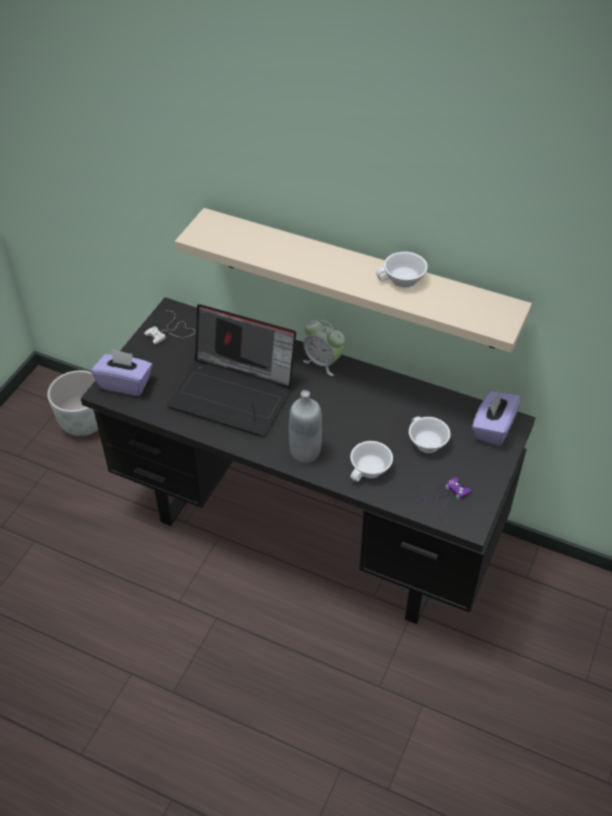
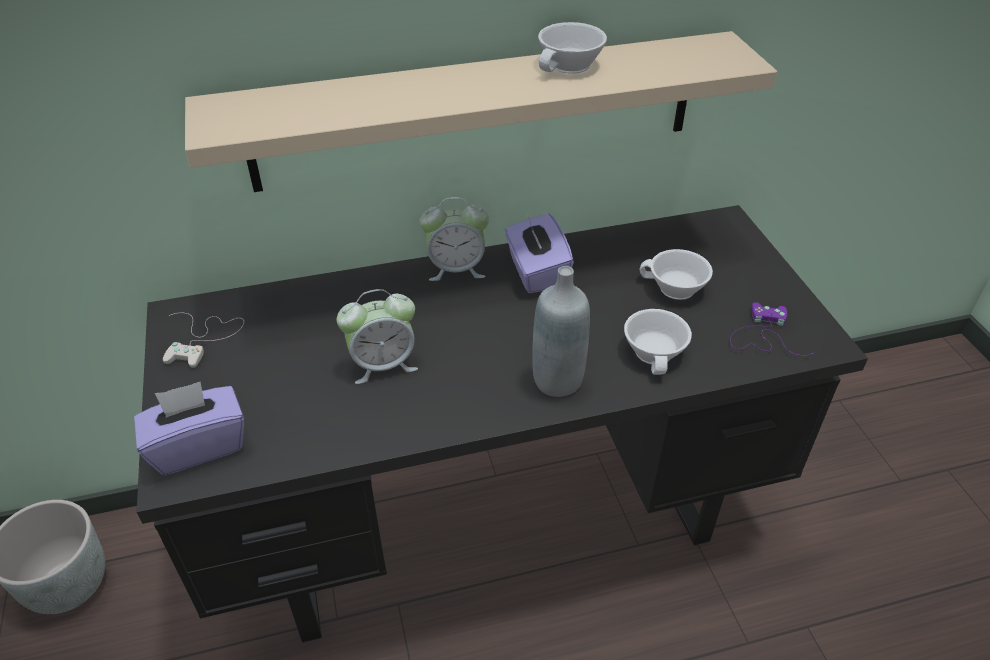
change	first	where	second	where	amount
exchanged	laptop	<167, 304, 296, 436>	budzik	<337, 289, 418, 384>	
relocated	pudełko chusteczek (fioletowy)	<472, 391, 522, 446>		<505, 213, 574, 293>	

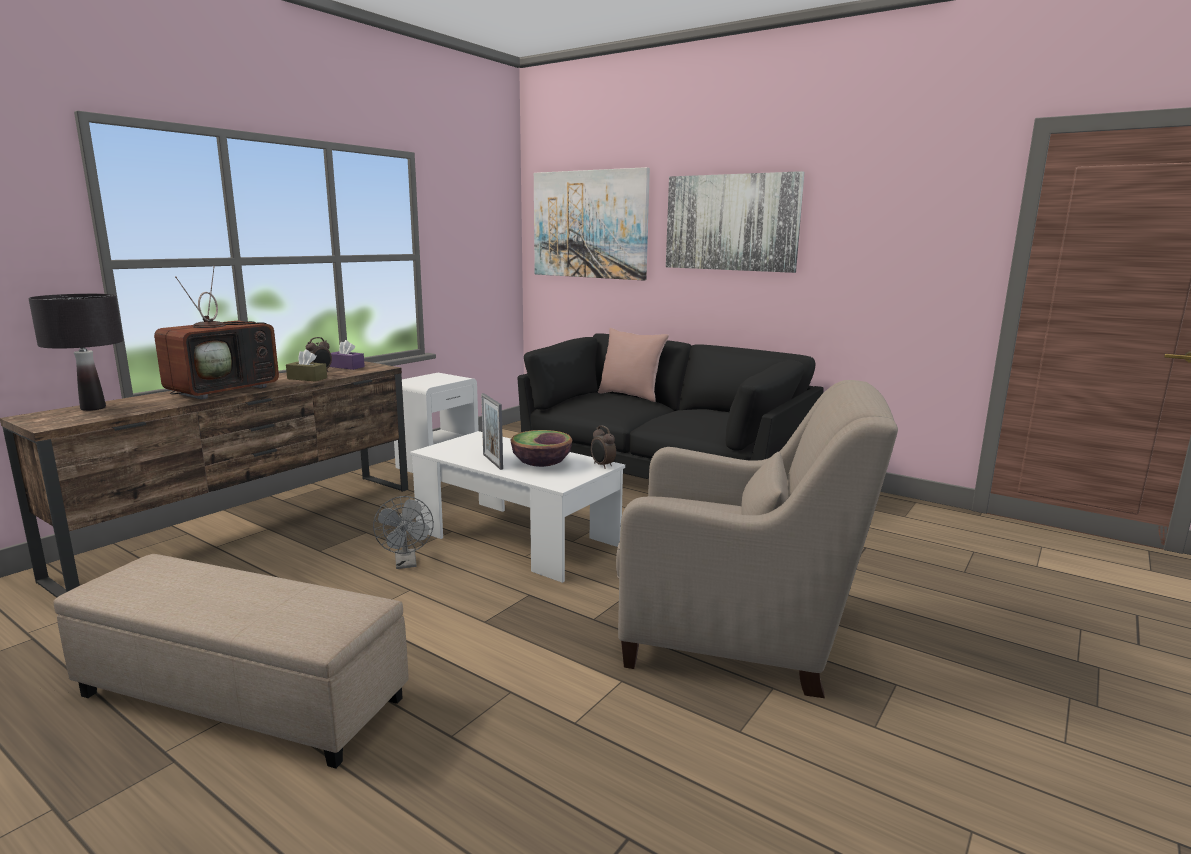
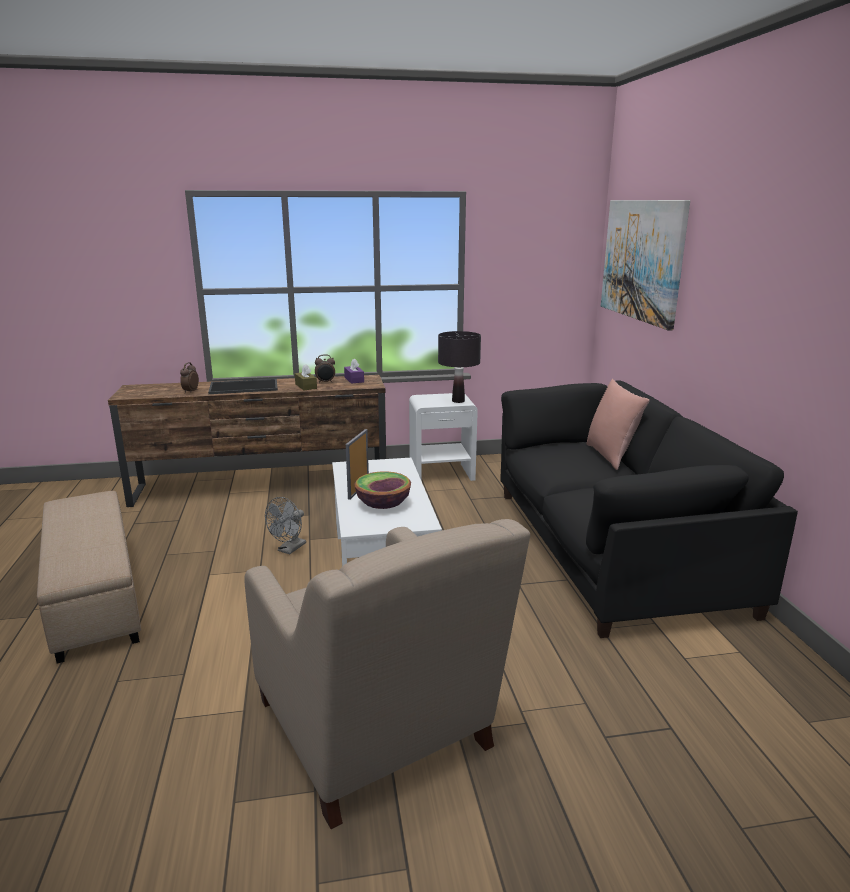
change	first	where	second	where	amount
relocated	lampa stołowa (czarny)	<28, 294, 123, 411>		<438, 331, 481, 403>	
exchanged	telewizor	<154, 266, 279, 400>	taca	<208, 379, 278, 394>	
relocated	budzik	<591, 425, 616, 468>		<180, 362, 199, 394>	
missing	obraz	<666, 171, 805, 273>			

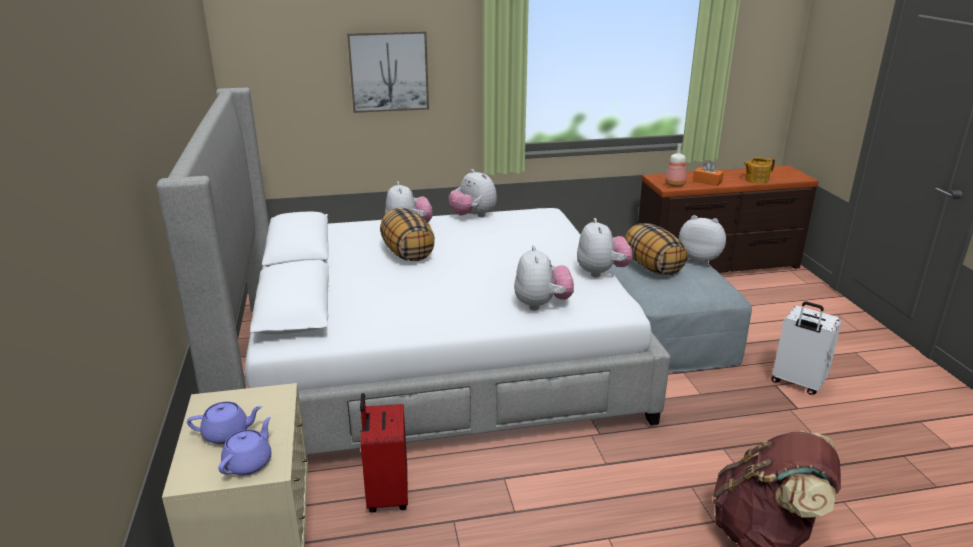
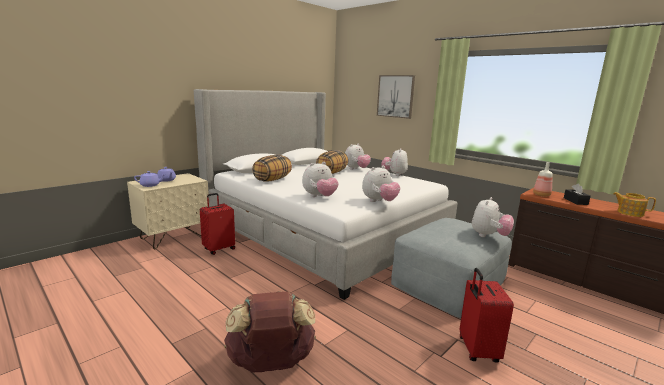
change	first	where	second	where	amount
relocated	poduszka	<625, 223, 688, 275>		<252, 155, 292, 182>	
spun	pluszak	<679, 215, 726, 264>		<472, 197, 514, 237>	45 degrees clockwise
colour	pudełko chusteczek (pomarańczowy)	<693, 161, 724, 186>	pudełko chusteczek (czarny)	<564, 183, 591, 205>	
colour	walizka (biały)	<771, 301, 842, 395>	walizka (czerwony)	<459, 268, 514, 363>	

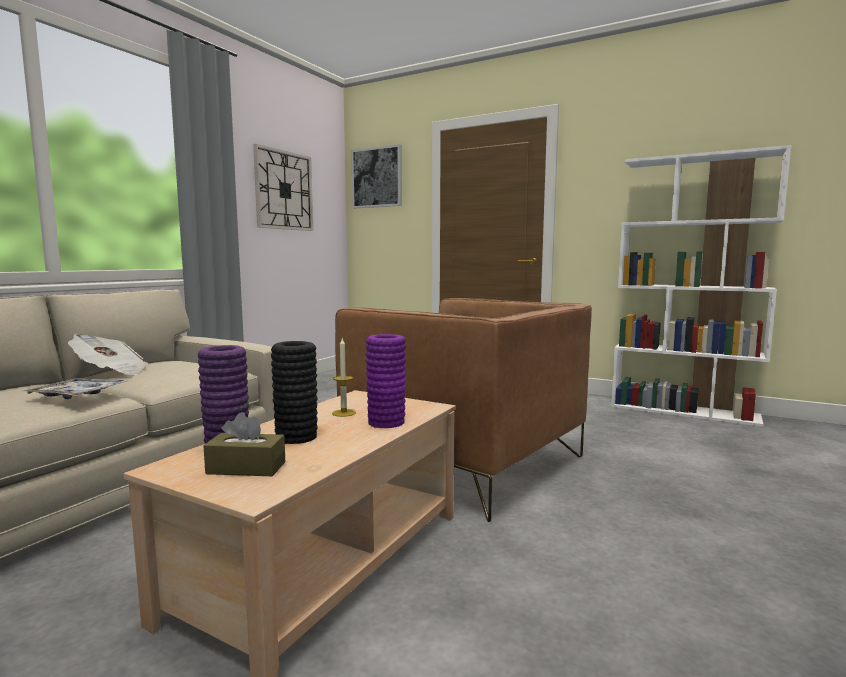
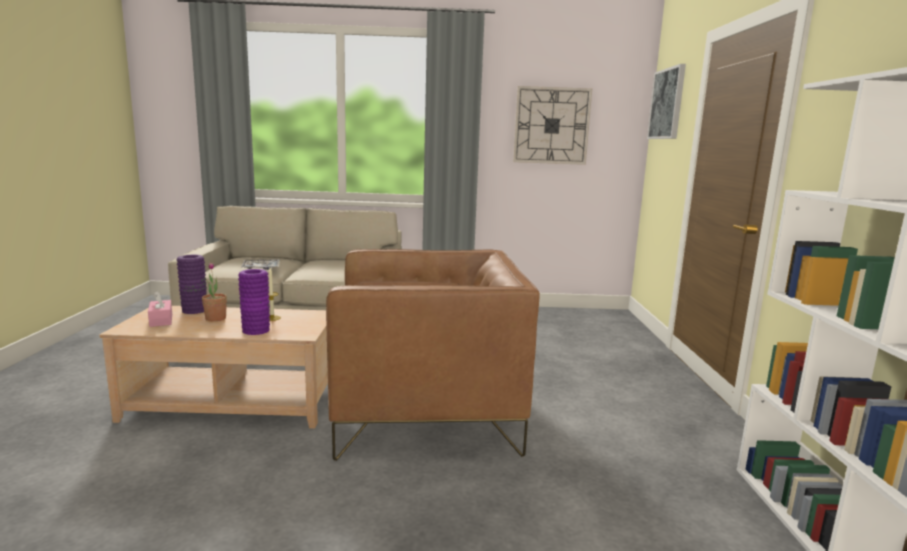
change	first	where	second	where	amount
missing	gazeta	<68, 334, 148, 375>			
colour	pudełko chusteczek (brązowy)	<203, 412, 285, 476>	pudełko chusteczek (różowy)	<148, 291, 172, 327>	
exchanged	wazon (czarny)	<271, 341, 318, 444>	roślina doniczkowa	<202, 262, 227, 321>	
spun	fotel (brązowy)	<335, 298, 592, 522>		<326, 249, 540, 461>	105 degrees counterclockwise

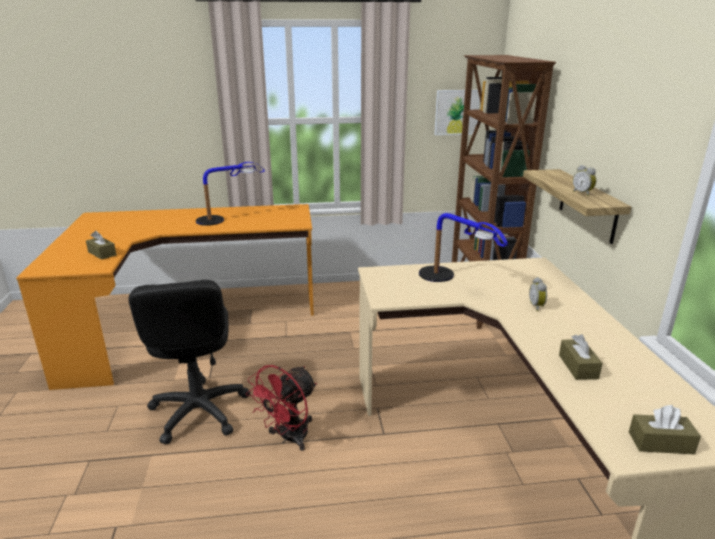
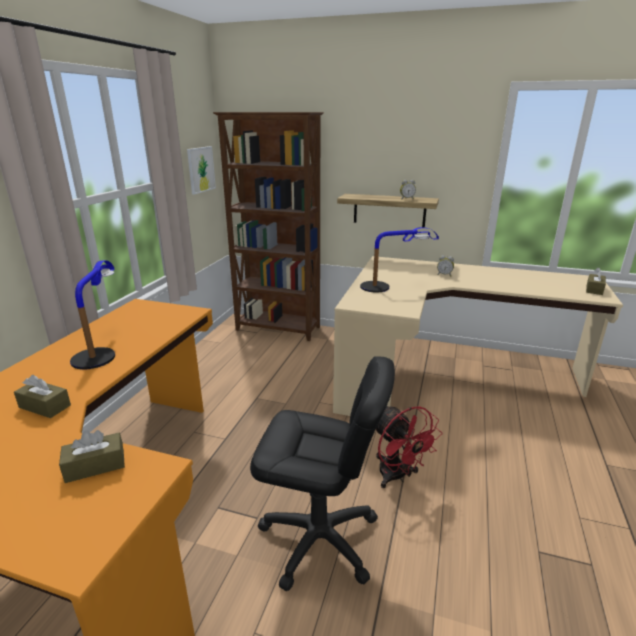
change	first	where	second	where	amount
relocated	pudełko chusteczek (brązowy)	<559, 334, 603, 380>		<14, 375, 71, 418>	

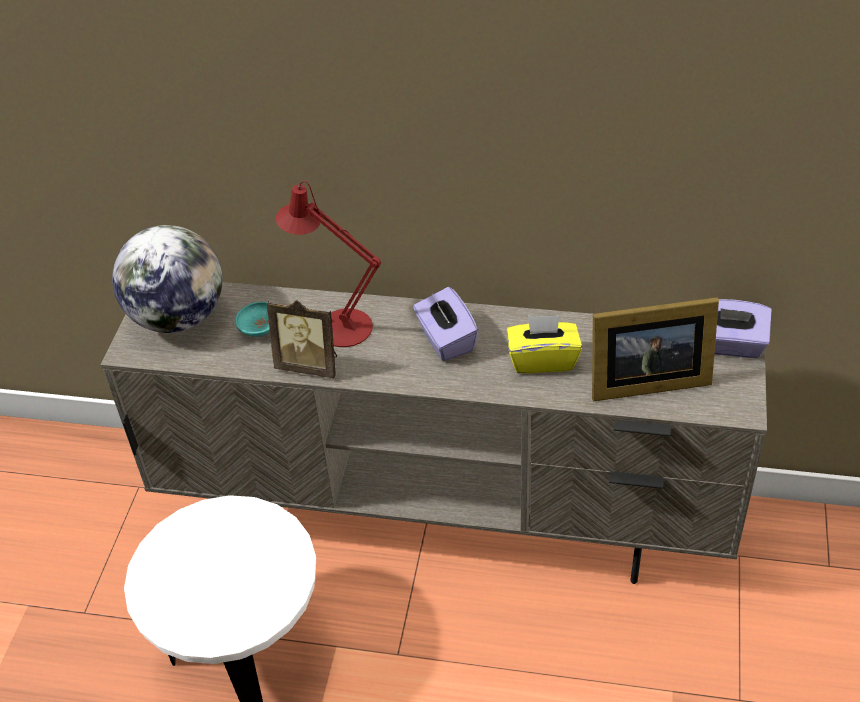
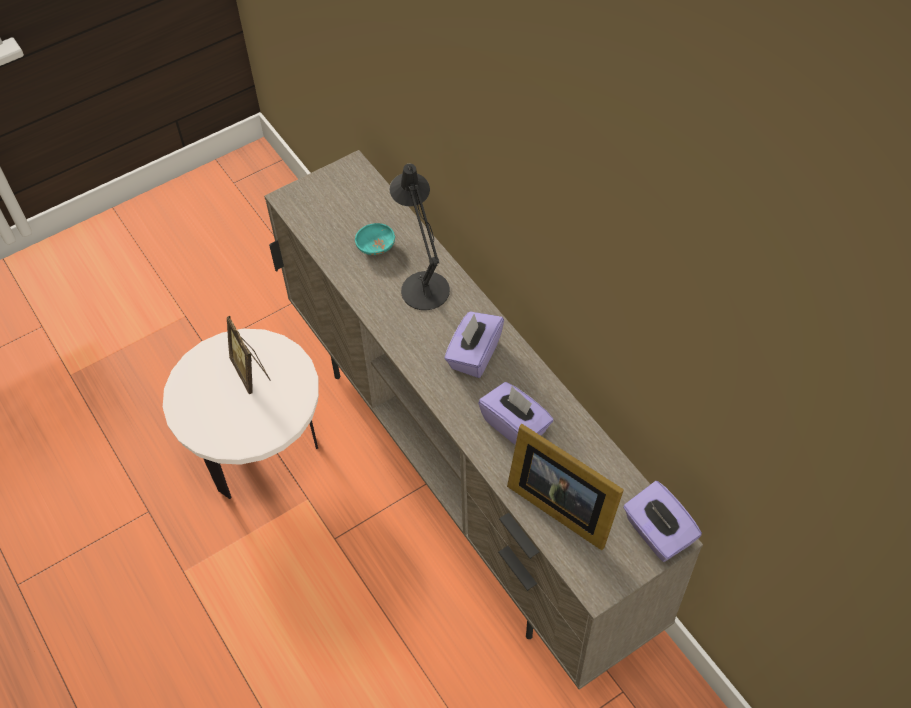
change	first	where	second	where	amount
missing	globus	<112, 225, 223, 333>			
relocated	ramka na zdjęcie	<267, 300, 337, 378>		<227, 316, 271, 394>	
colour	lampa stołowa (czerwony)	<276, 181, 381, 347>	lampa stołowa (czarny)	<389, 164, 450, 310>	
colour	pudełko chusteczek (żółty)	<507, 315, 582, 374>	pudełko chusteczek (fioletowy)	<478, 382, 554, 445>	

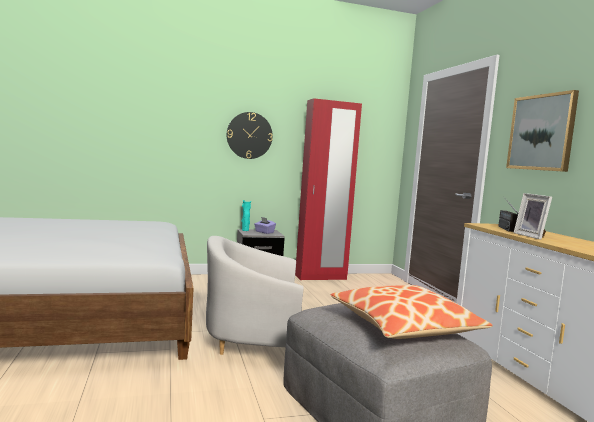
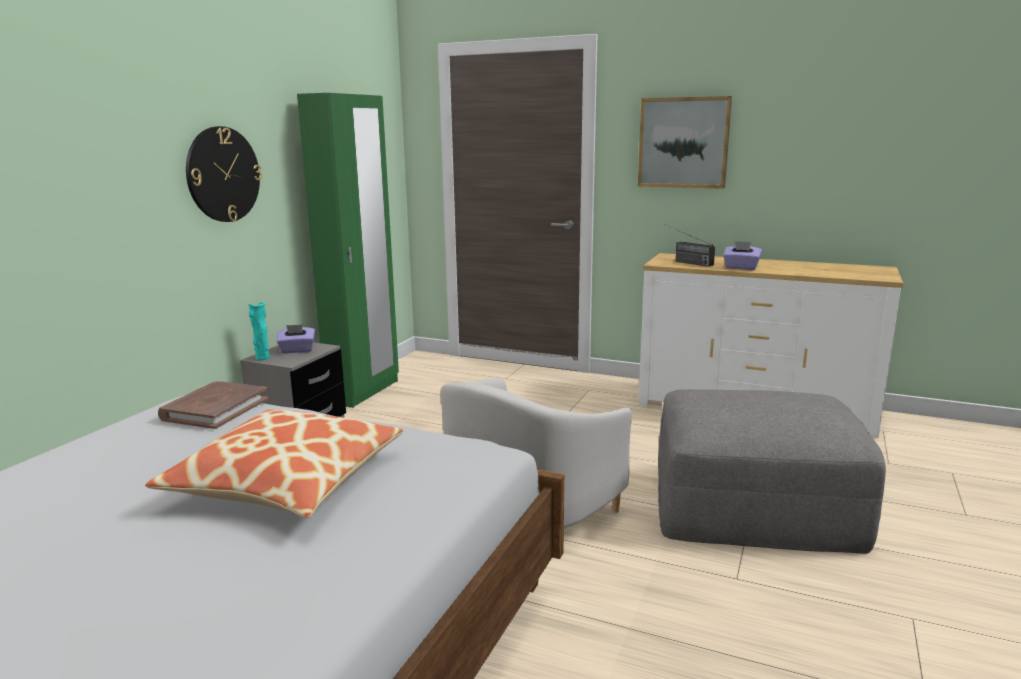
change	first	where	second	where	amount
colour	szafa (czerwony)	<295, 98, 362, 280>	szafa (zielony)	<297, 93, 399, 408>	
relocated	poduszka	<330, 285, 493, 339>		<145, 409, 403, 518>	
exchanged	ramka na zdjęcie	<514, 193, 552, 240>	pudełko chusteczek (fioletowy)	<723, 241, 762, 270>	
appeared			książka (brązowy)	<158, 381, 268, 429>	

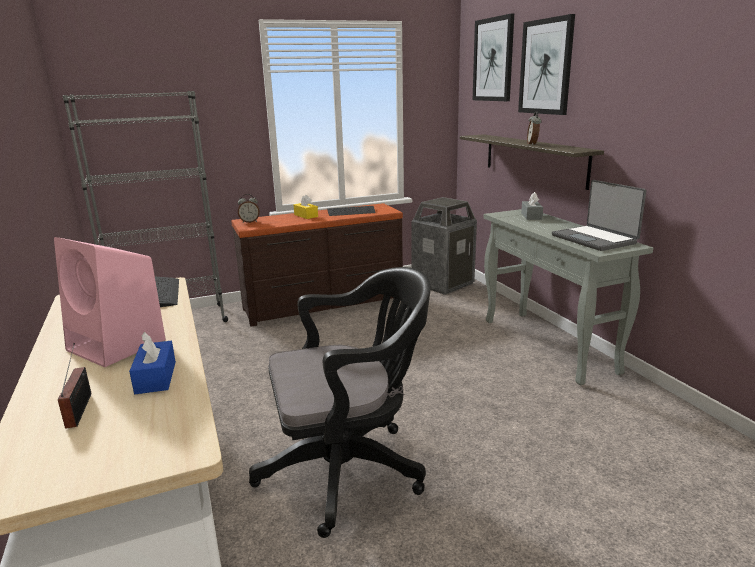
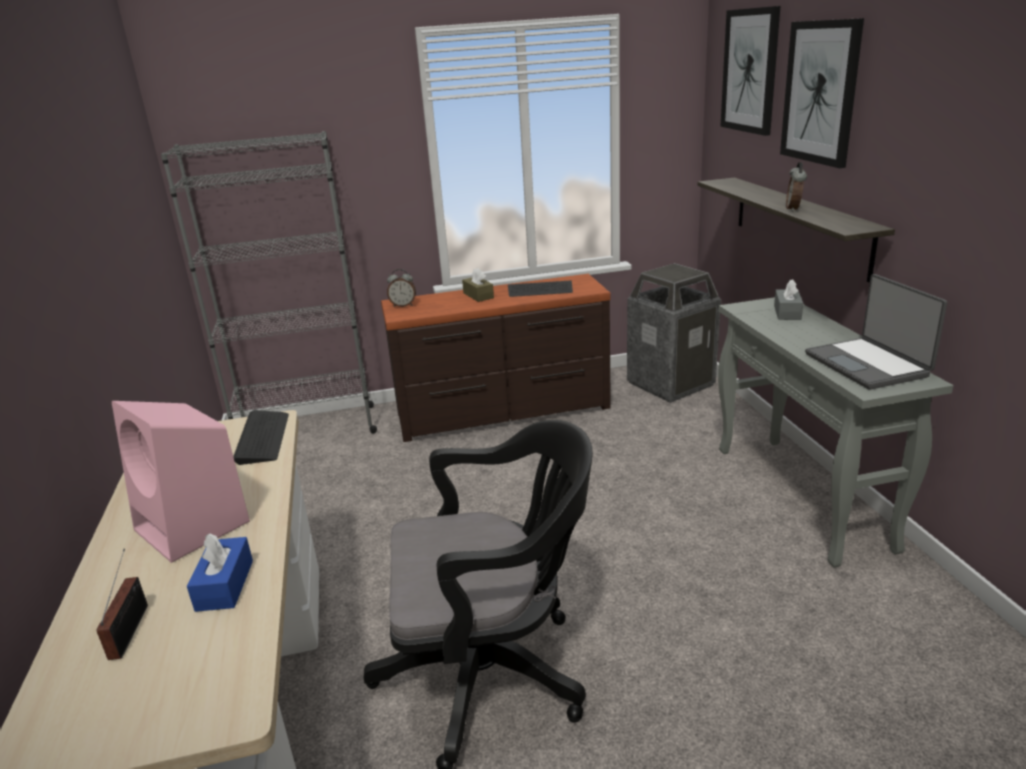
change	first	where	second	where	amount
colour	pudełko chusteczek (żółty)	<294, 195, 318, 219>	pudełko chusteczek (brązowy)	<462, 268, 494, 302>	

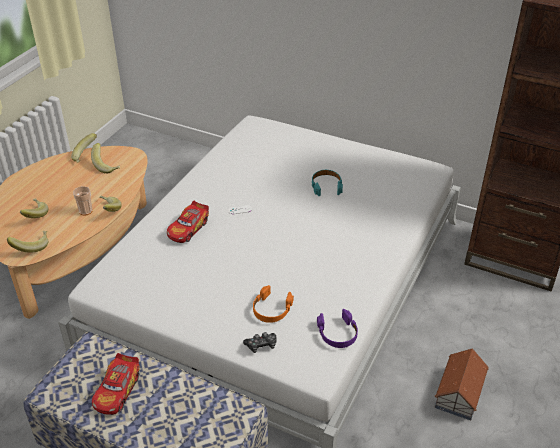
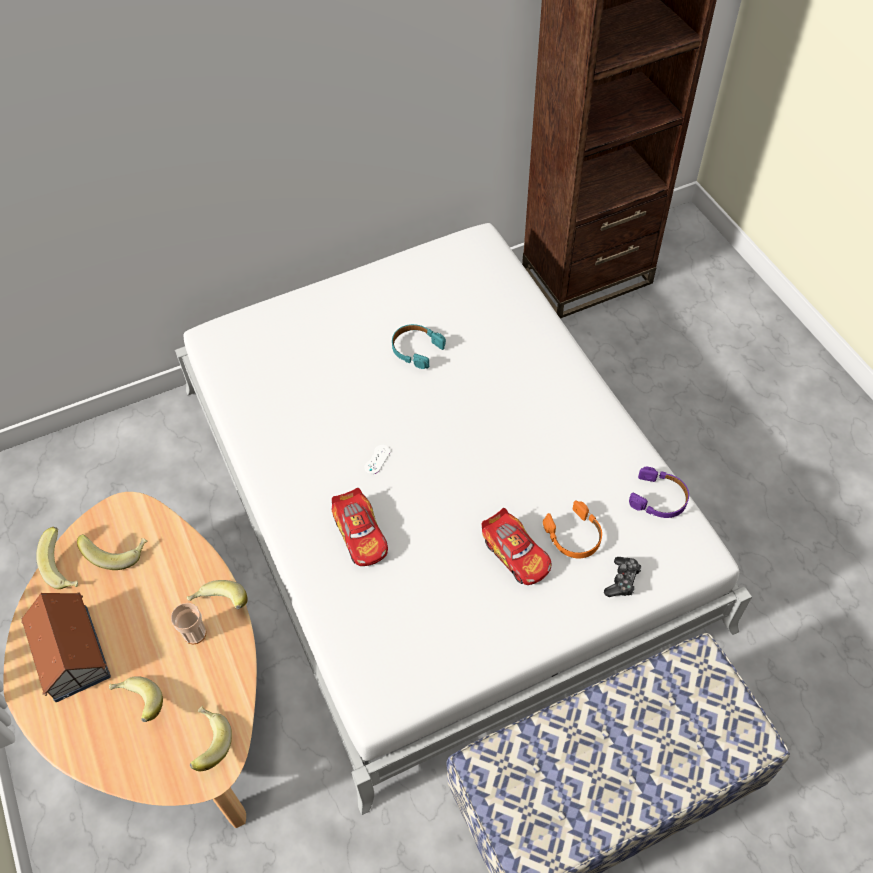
change	first	where	second	where	amount
relocated	samochodzik	<92, 353, 140, 415>		<481, 508, 552, 585>	
relocated	domek	<435, 348, 489, 421>		<21, 593, 111, 703>	

